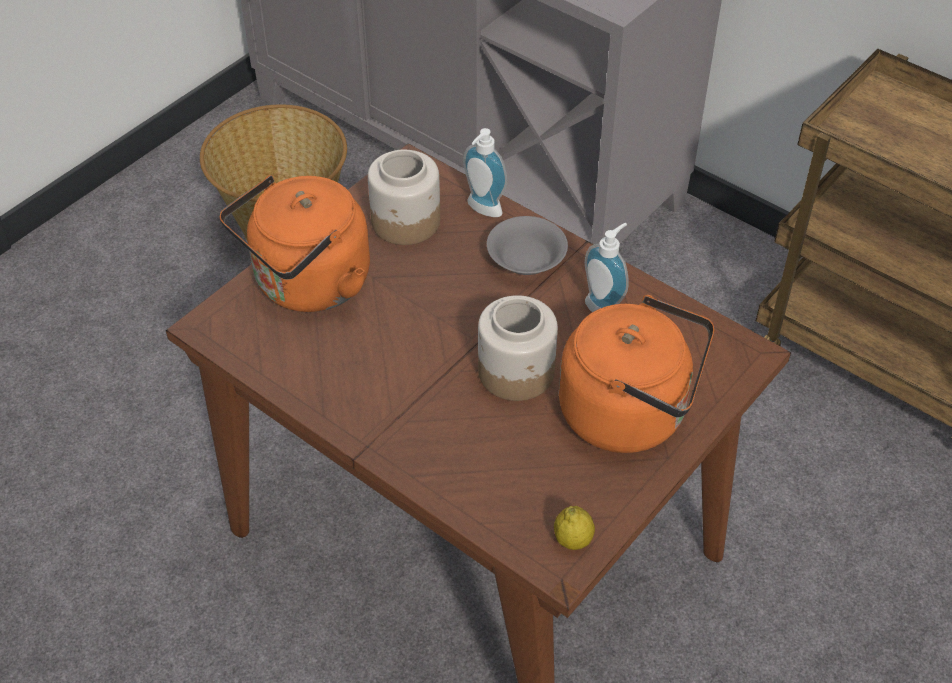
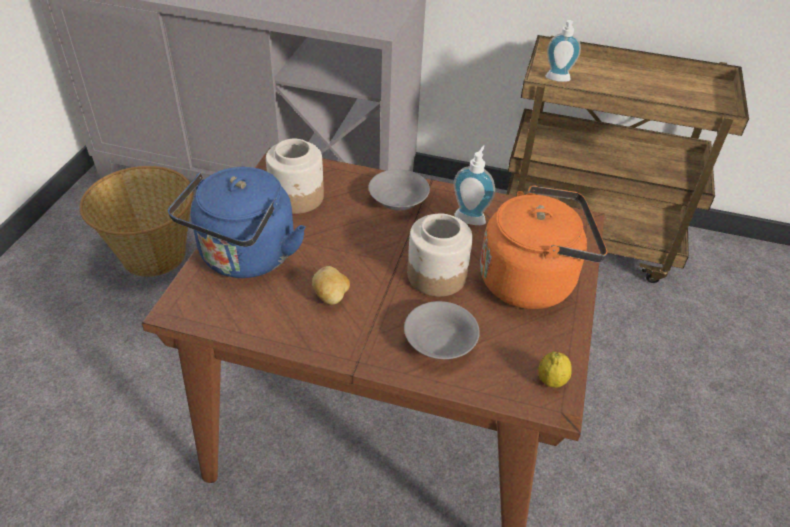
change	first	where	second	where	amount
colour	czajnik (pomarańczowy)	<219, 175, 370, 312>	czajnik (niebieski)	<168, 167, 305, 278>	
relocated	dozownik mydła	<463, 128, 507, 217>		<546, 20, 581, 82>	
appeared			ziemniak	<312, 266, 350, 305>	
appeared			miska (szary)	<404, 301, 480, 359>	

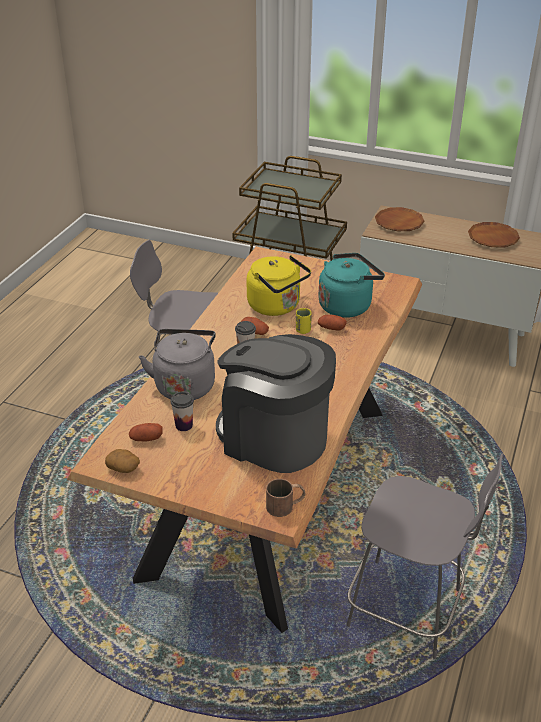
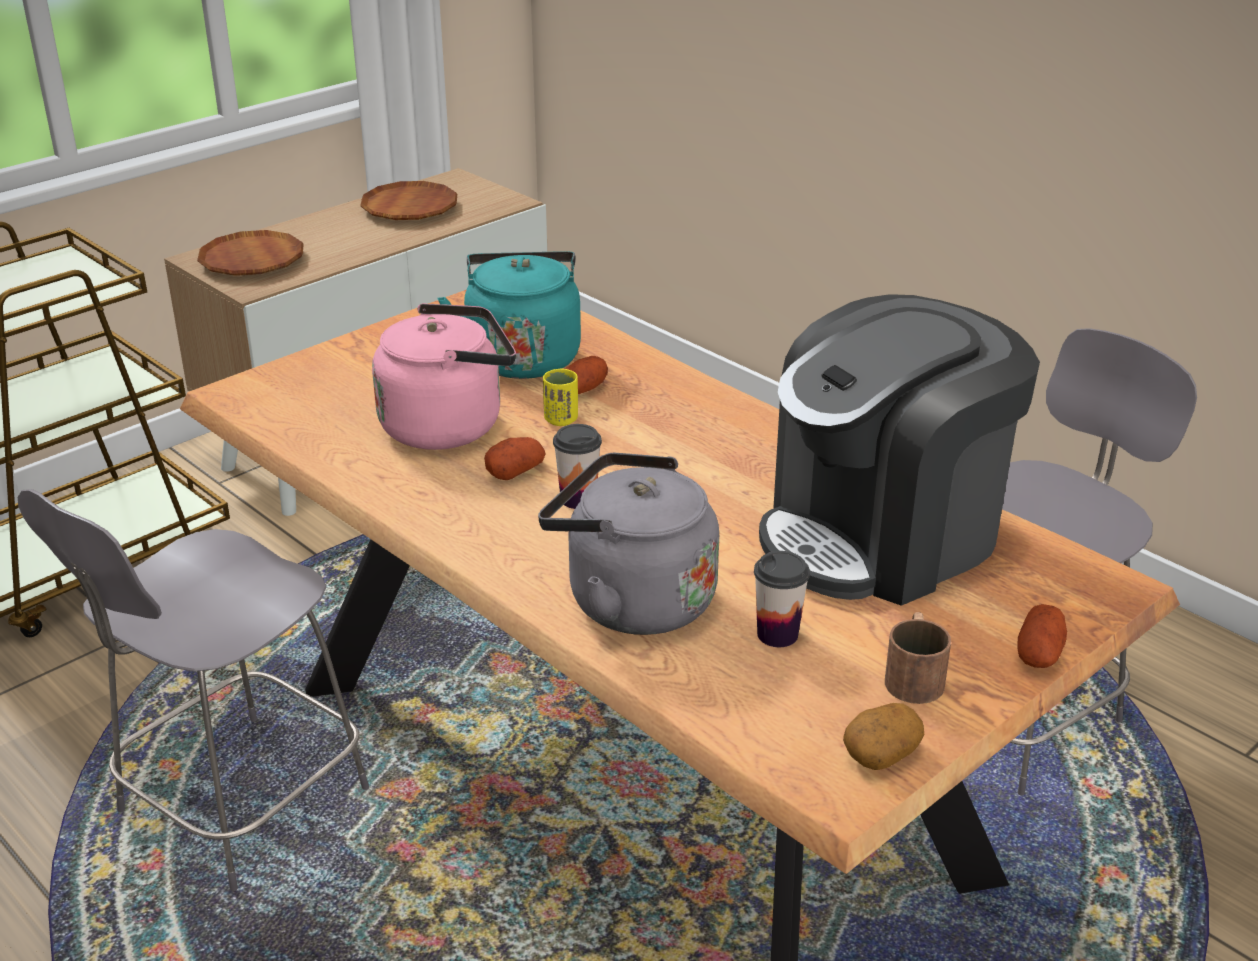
change	first	where	second	where	amount
relocated	ziemniak	<129, 423, 163, 442>		<1017, 604, 1067, 668>	
colour	czajnik (żółty)	<246, 255, 311, 316>	czajnik (różowy)	<372, 303, 516, 450>	
relocated	kubek (brązowy)	<266, 479, 305, 517>		<885, 612, 951, 704>	

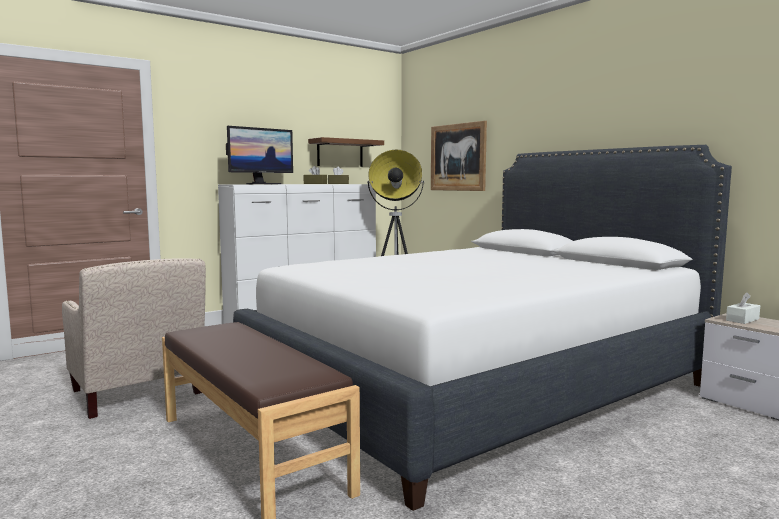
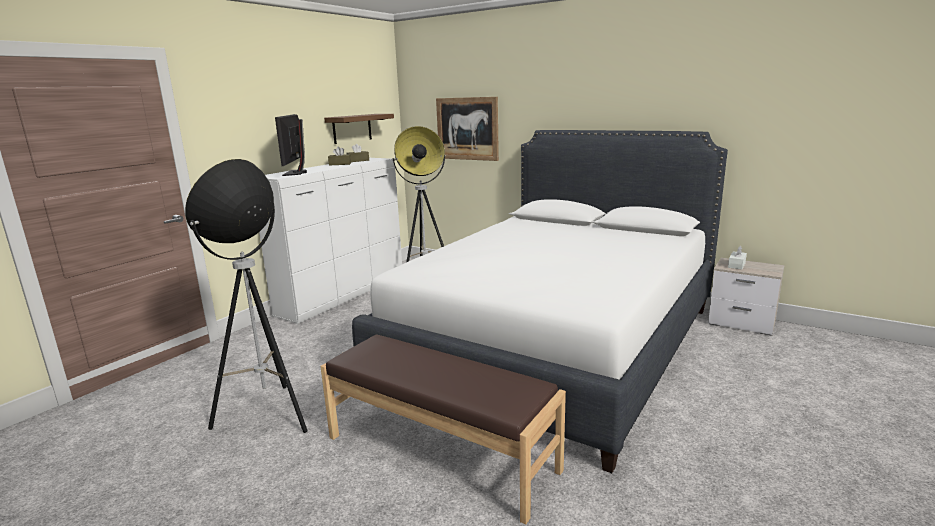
change	first	where	second	where	amount
exchanged	fotel (beżowy)	<62, 258, 206, 419>	lampa stojąca	<185, 159, 307, 433>	
spun	monitor	<226, 126, 293, 184>		<275, 114, 307, 176>	150 degrees clockwise

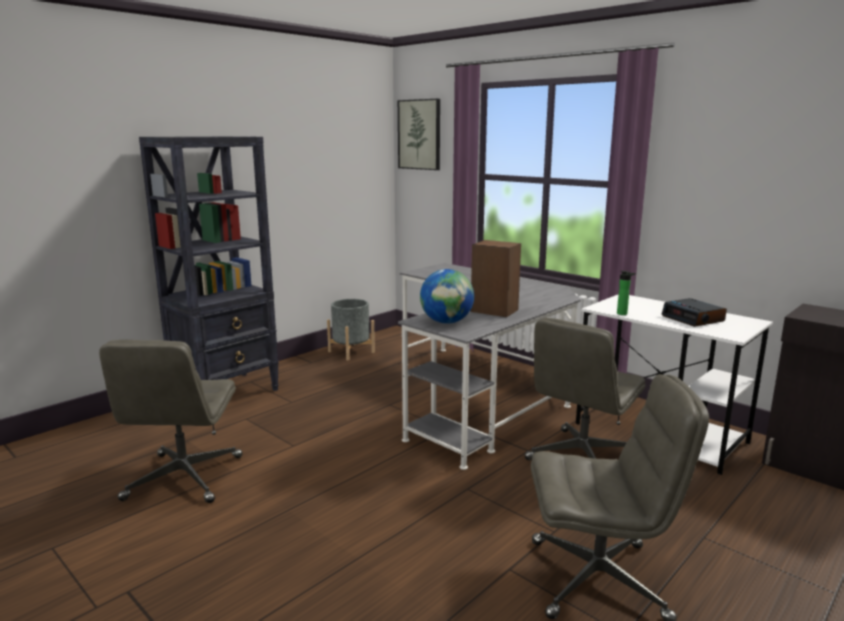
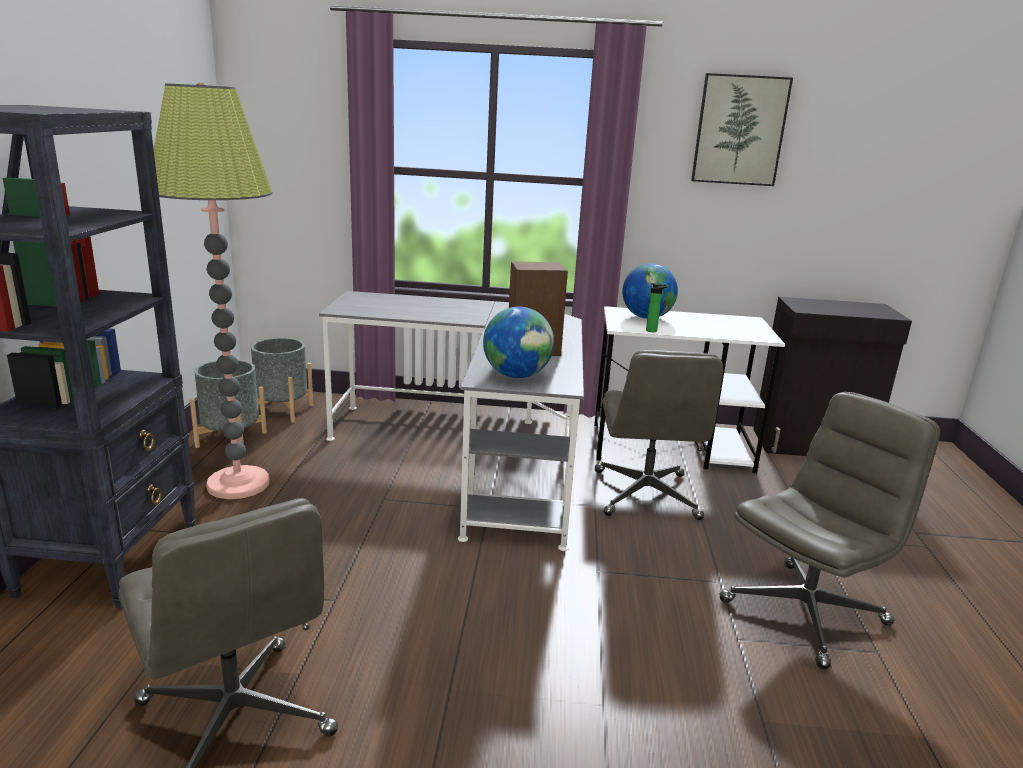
change	first	where	second	where	amount
relocated	obraz	<398, 99, 440, 170>		<691, 73, 793, 186>	
missing	budzik	<661, 298, 727, 327>			
appeared			lampa stojąca	<154, 83, 273, 499>	
appeared			donica (szary)	<251, 338, 313, 423>	
appeared			globus	<622, 263, 678, 319>	

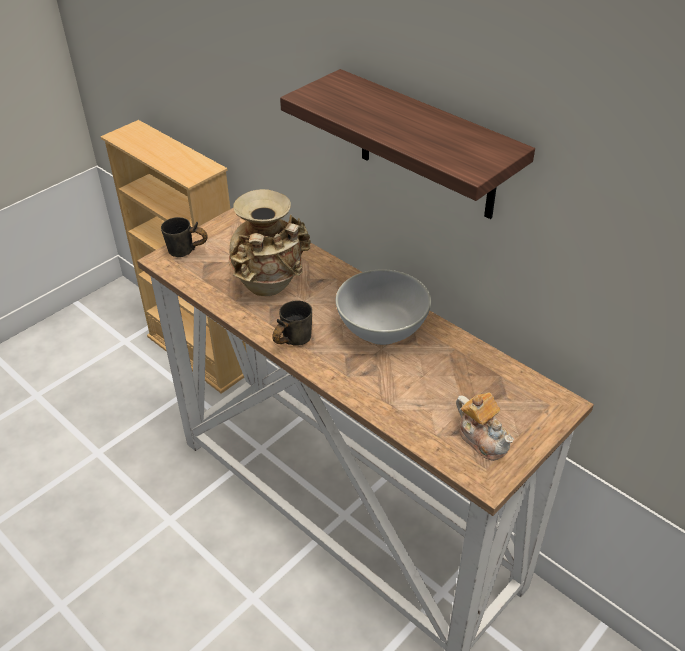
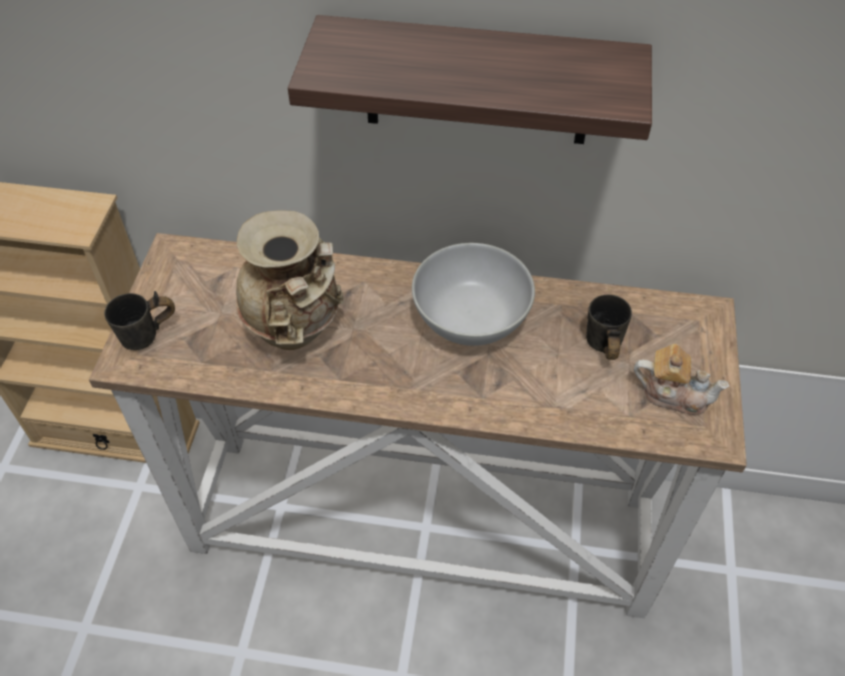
change	first	where	second	where	amount
relocated	kubek (szary)	<272, 300, 312, 346>		<586, 295, 632, 360>	

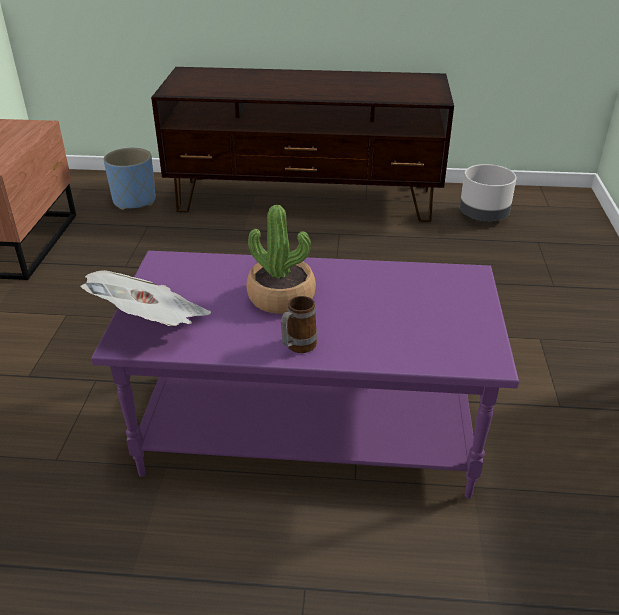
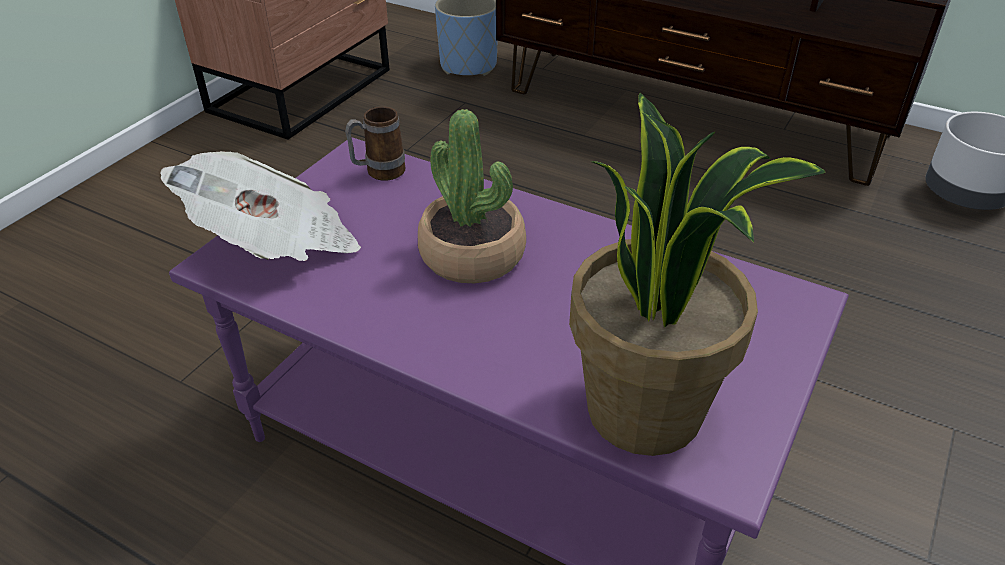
change	first	where	second	where	amount
relocated	kubek	<281, 296, 317, 353>		<345, 107, 405, 181>	
appeared			roślina doniczkowa	<569, 93, 826, 456>	

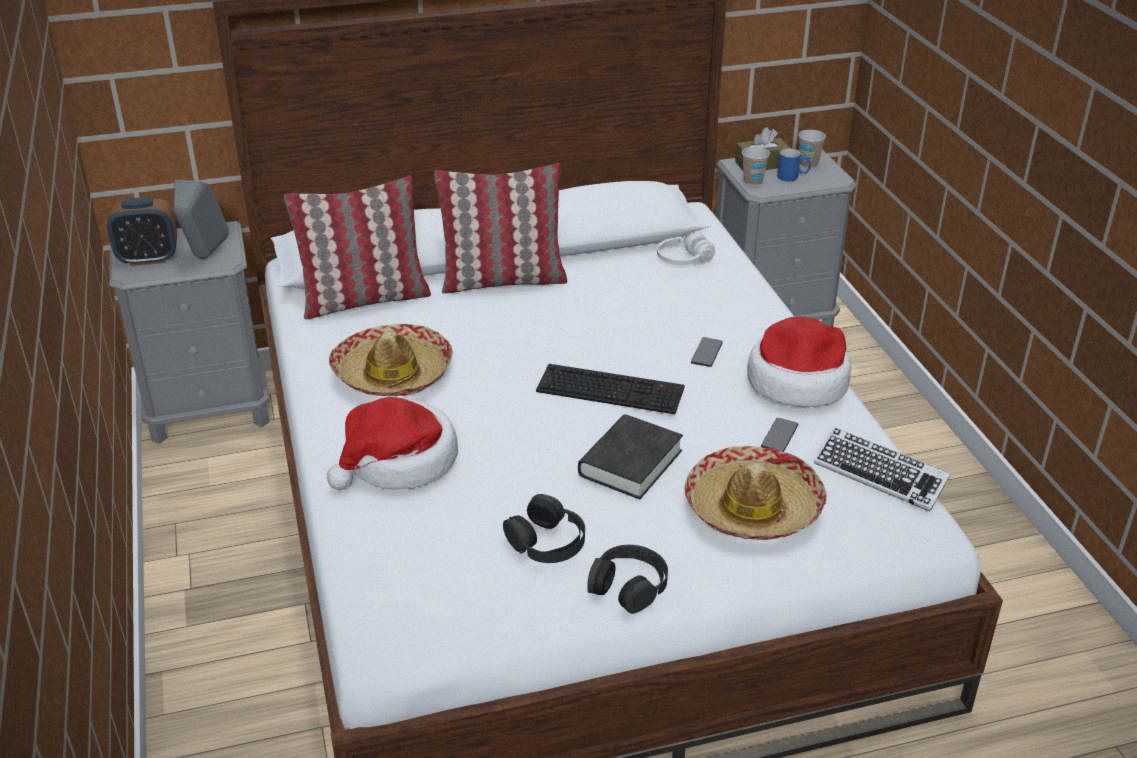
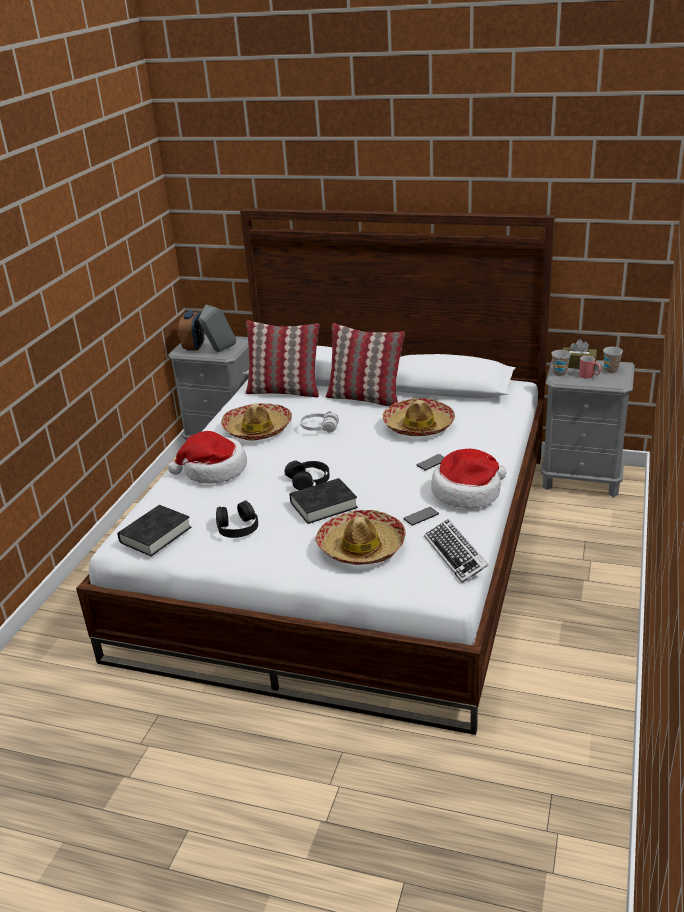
change	first	where	second	where	amount
spun	budzik	<107, 198, 177, 266>		<179, 311, 205, 351>	105 degrees counterclockwise
missing	klawiatura	<536, 364, 684, 414>			
relocated	słuchawki (czarny)	<587, 545, 668, 614>		<285, 461, 330, 490>	
relocated	słuchawki (biały)	<657, 232, 715, 265>		<300, 412, 339, 432>	
colour	kubek (niebieski)	<777, 149, 811, 181>	kubek (czerwony)	<579, 356, 601, 378>	
appeared			książka (czarny)	<117, 505, 191, 556>	
appeared			kapelusz	<383, 398, 455, 436>	

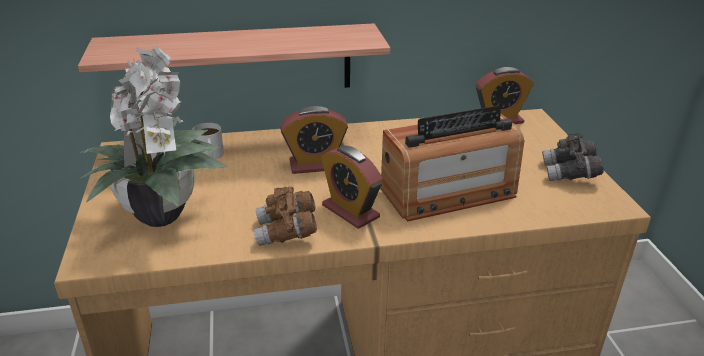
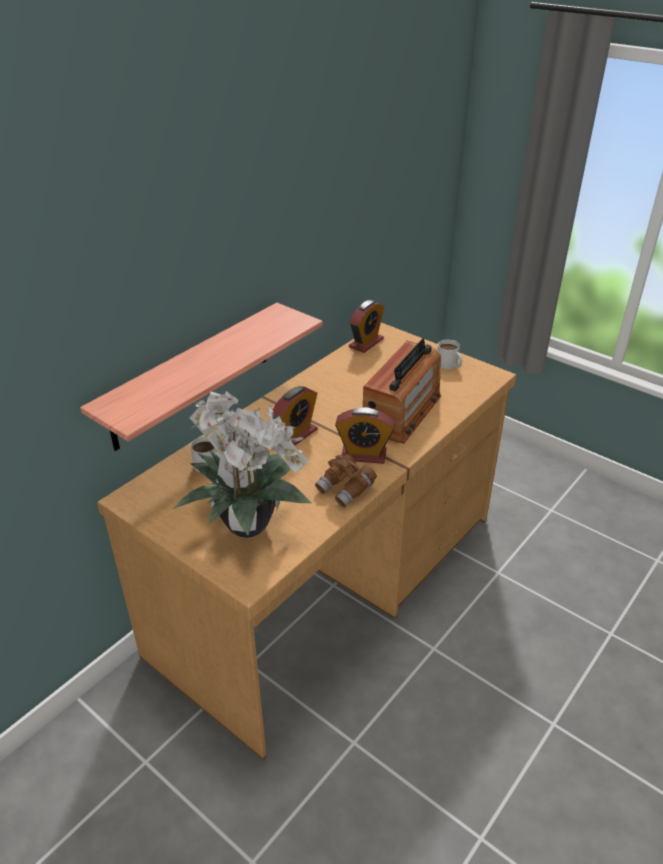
change	first	where	second	where	amount
exchanged	lornetka (szary)	<542, 133, 604, 181>	kubek (biały)	<437, 340, 462, 369>	

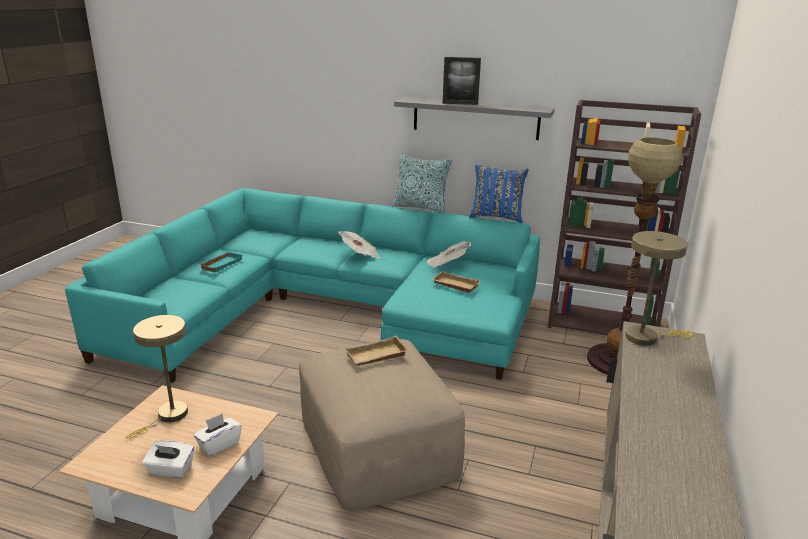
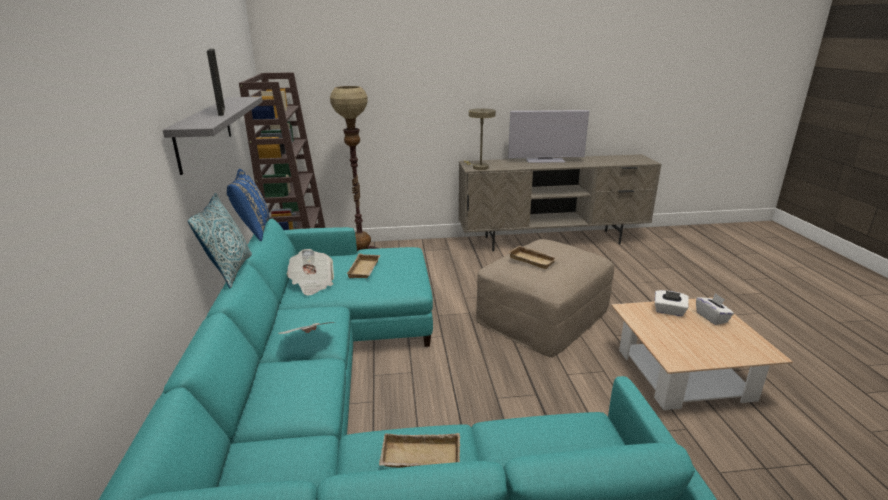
change	first	where	second	where	amount
missing	lampa stołowa (beżowy)	<125, 315, 188, 439>			
colour	taca (turkusowy)	<198, 252, 243, 272>	taca (beżowy)	<379, 433, 460, 468>	
appeared			telewizor	<508, 110, 589, 163>	

